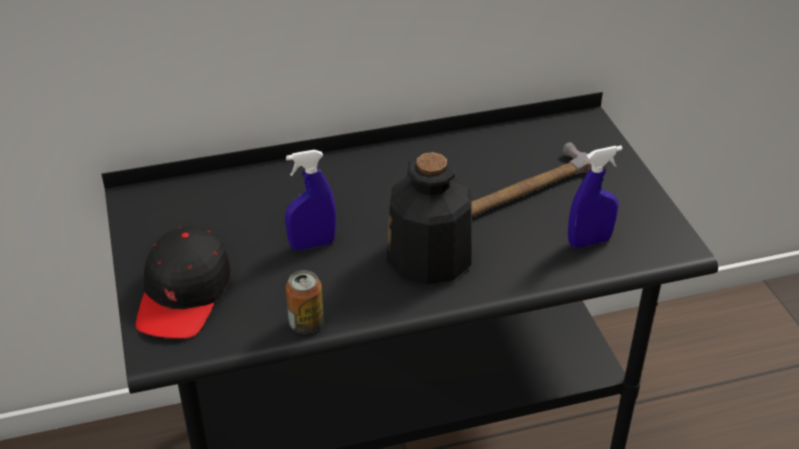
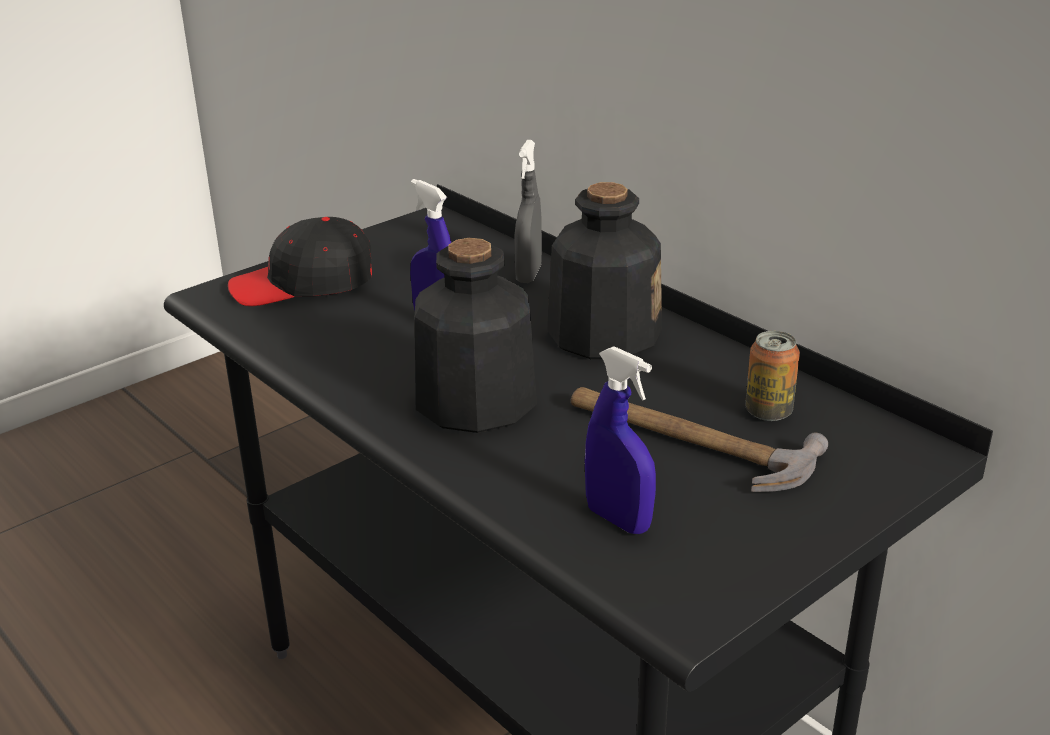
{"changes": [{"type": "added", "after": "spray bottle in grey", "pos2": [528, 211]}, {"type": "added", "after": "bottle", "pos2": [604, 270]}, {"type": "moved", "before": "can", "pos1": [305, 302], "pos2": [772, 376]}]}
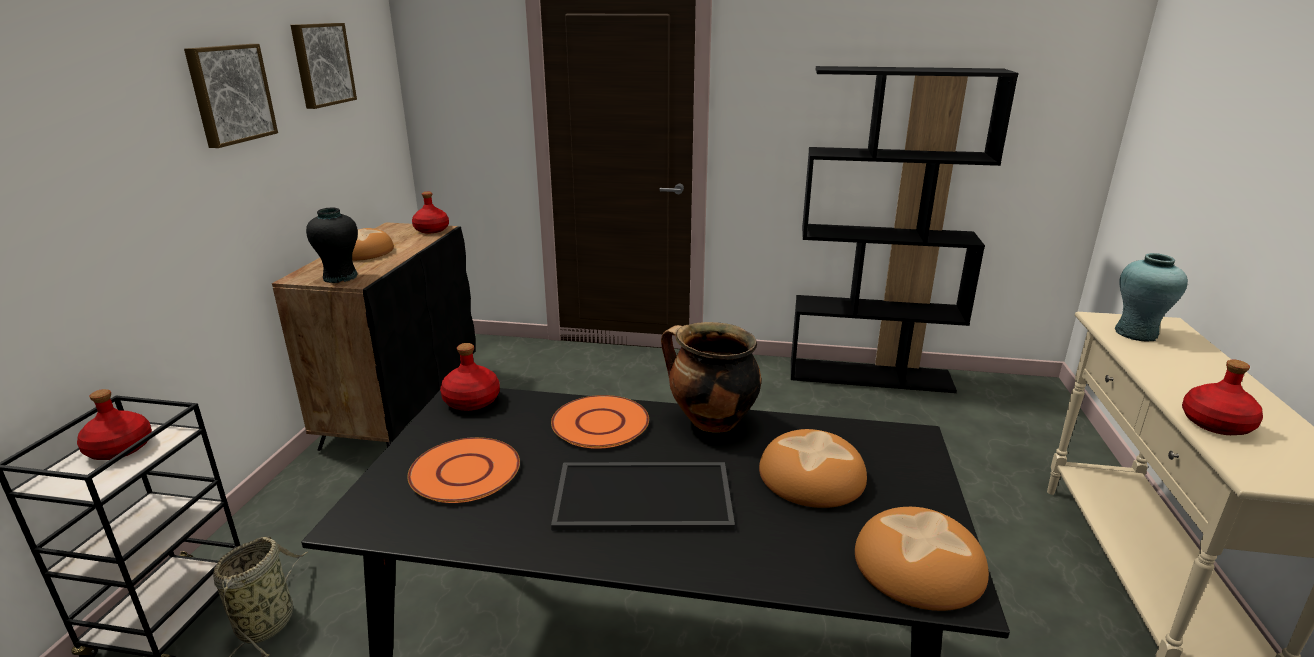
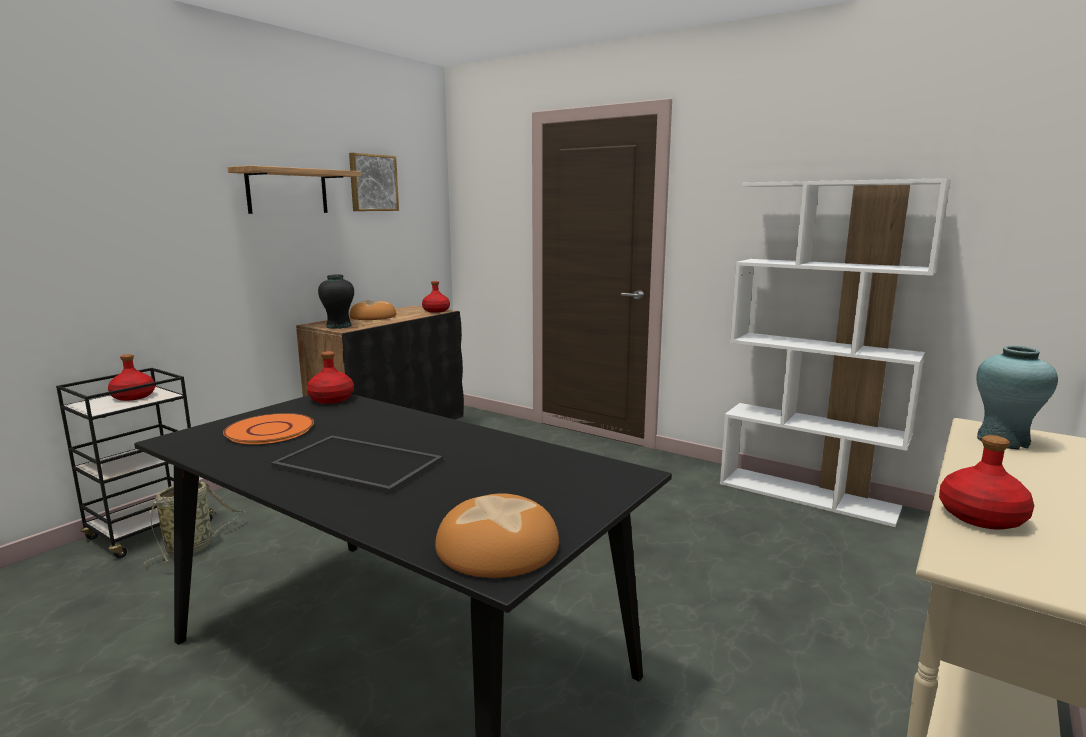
{"changes": [{"type": "replaced", "before": "picture", "after": "shelf", "pos1": [231, 96], "pos2": [294, 189]}, {"type": "recoloured", "before": "bookcase in black", "after": "bookcase in white", "pos1": [905, 229], "pos2": [835, 352]}, {"type": "removed", "before": "plate in orange", "pos1": [600, 422]}, {"type": "removed", "before": "cooking pot", "pos1": [711, 377]}, {"type": "removed", "before": "bread", "pos1": [813, 468]}]}
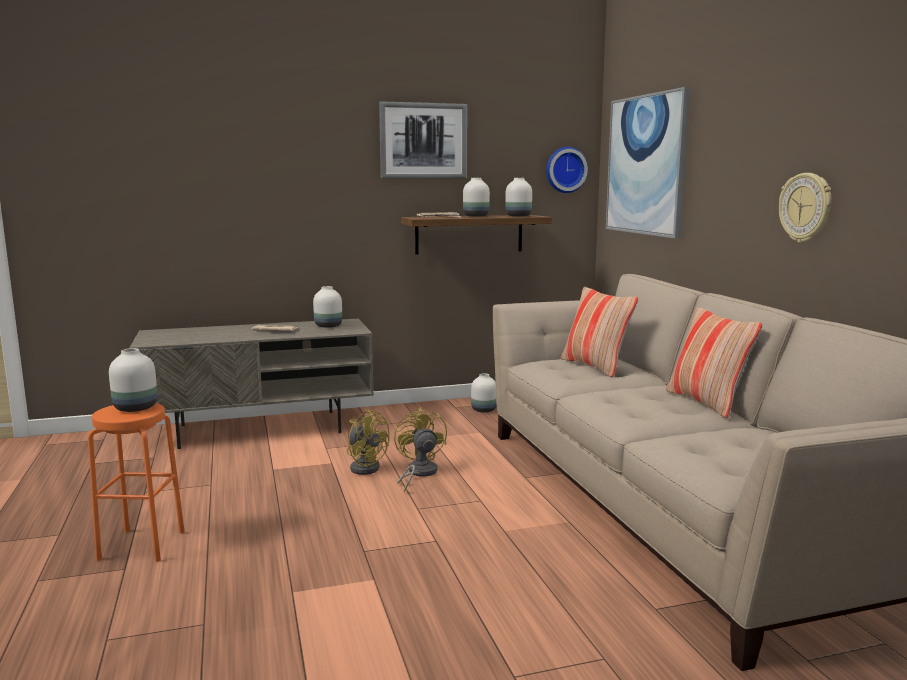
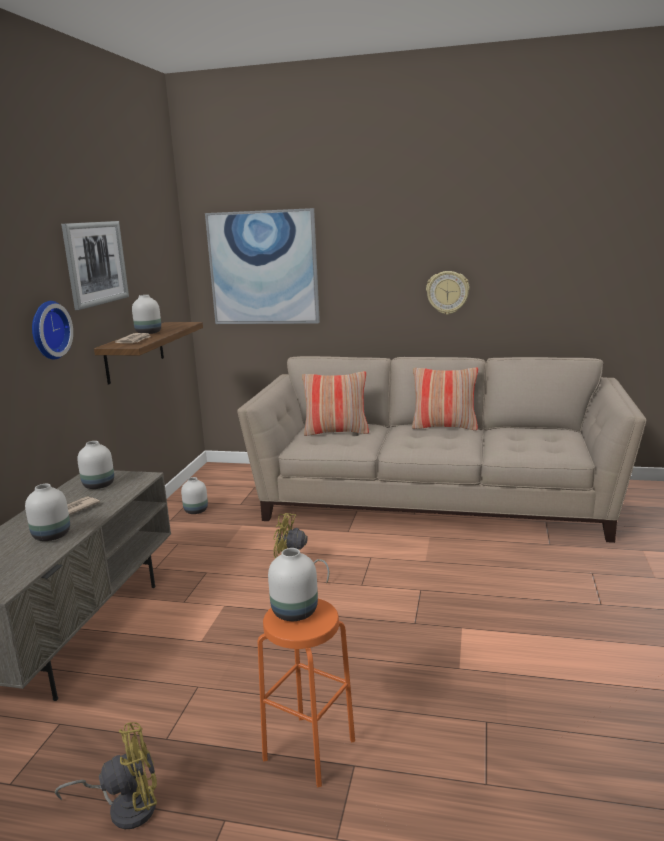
{"changes": [{"type": "moved", "before": "vase in white", "pos1": [518, 197], "pos2": [47, 512]}, {"type": "moved", "before": "wall clock", "pos1": [567, 170], "pos2": [52, 330]}, {"type": "moved", "before": "fan in yellow", "pos1": [368, 442], "pos2": [106, 775]}]}
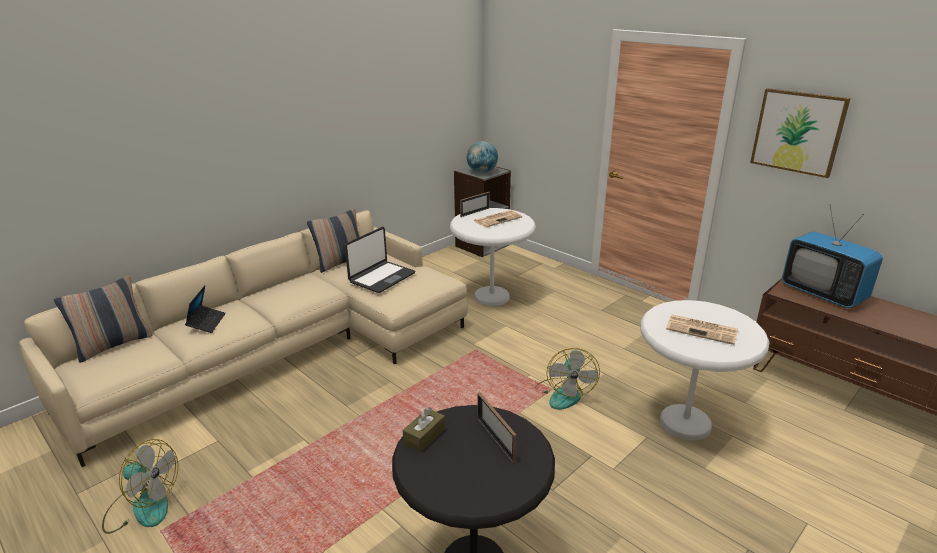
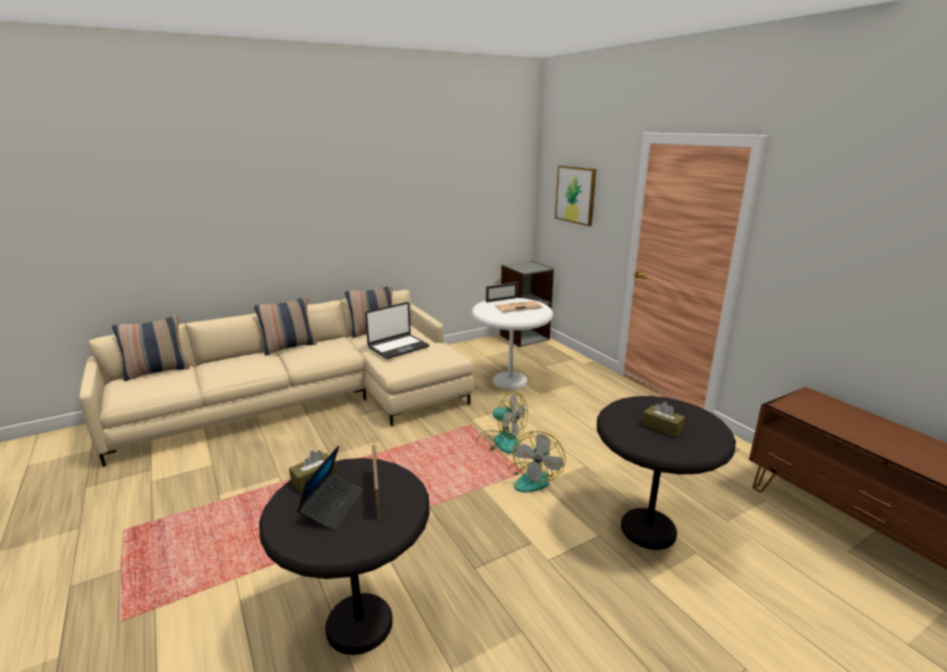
{"changes": [{"type": "added", "after": "pillow", "pos2": [285, 326]}, {"type": "moved", "before": "laptop", "pos1": [205, 309], "pos2": [330, 488]}, {"type": "moved", "before": "fan", "pos1": [140, 486], "pos2": [502, 422]}, {"type": "moved", "before": "picture", "pos1": [800, 133], "pos2": [575, 195]}, {"type": "recoloured", "before": "side table in white", "after": "side table in black", "pos1": [704, 370], "pos2": [666, 473]}, {"type": "replaced", "before": "newspaper", "after": "tissue box in brown", "pos1": [702, 329], "pos2": [663, 419]}, {"type": "removed", "before": "globe", "pos1": [482, 157]}, {"type": "removed", "before": "television", "pos1": [832, 257]}]}
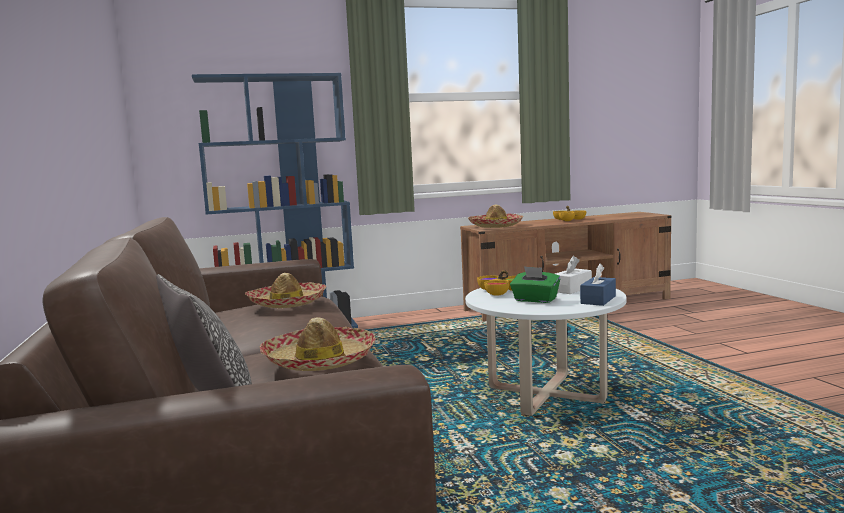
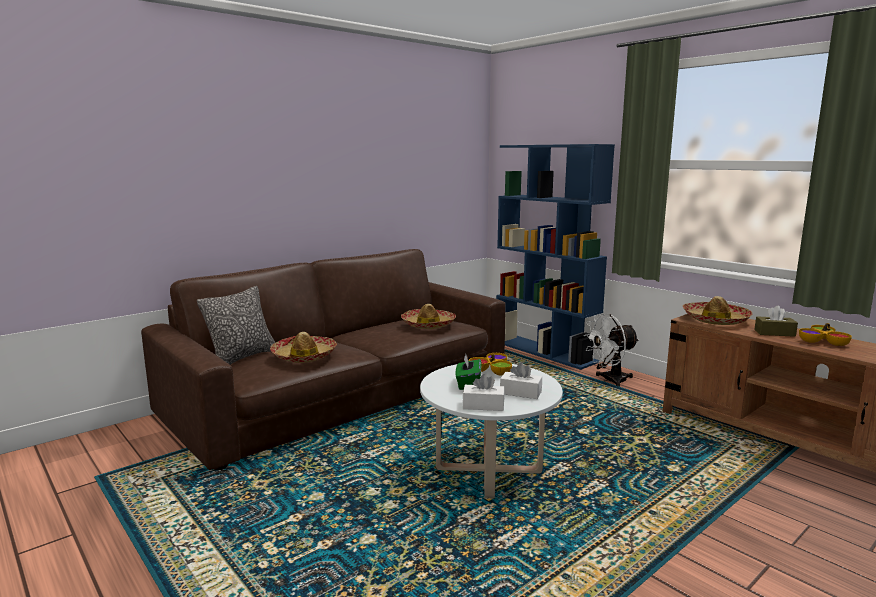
{"changes": [{"type": "recoloured", "before": "tissue box in blue", "after": "tissue box in white", "pos1": [598, 285], "pos2": [484, 392]}, {"type": "added", "after": "fan in white", "pos2": [611, 350]}, {"type": "added", "after": "tissue box in brown", "pos2": [776, 321]}]}
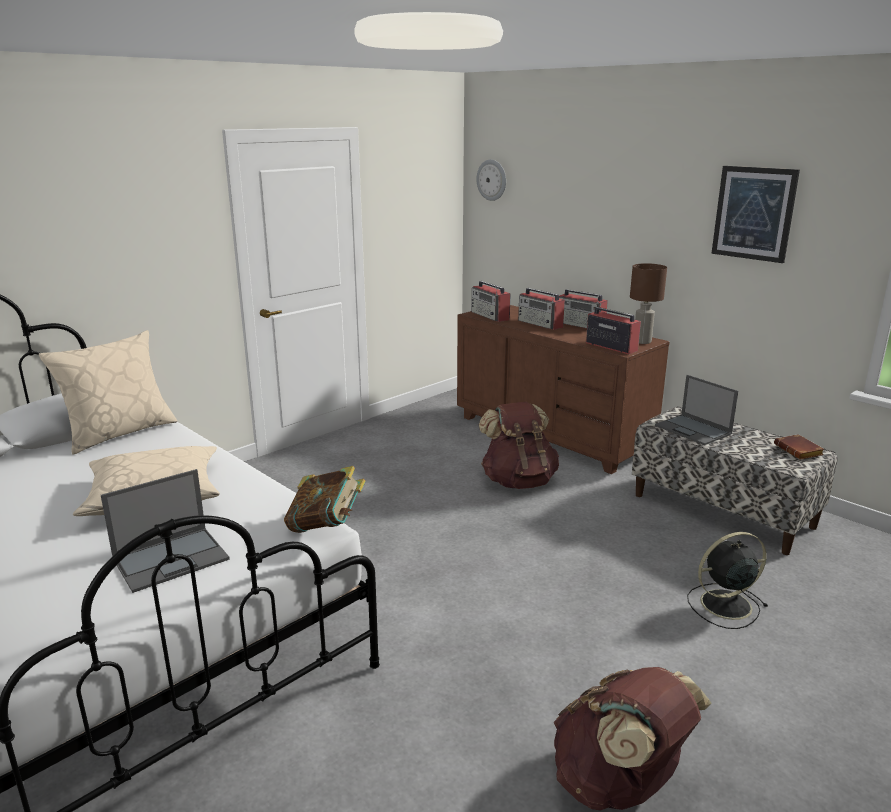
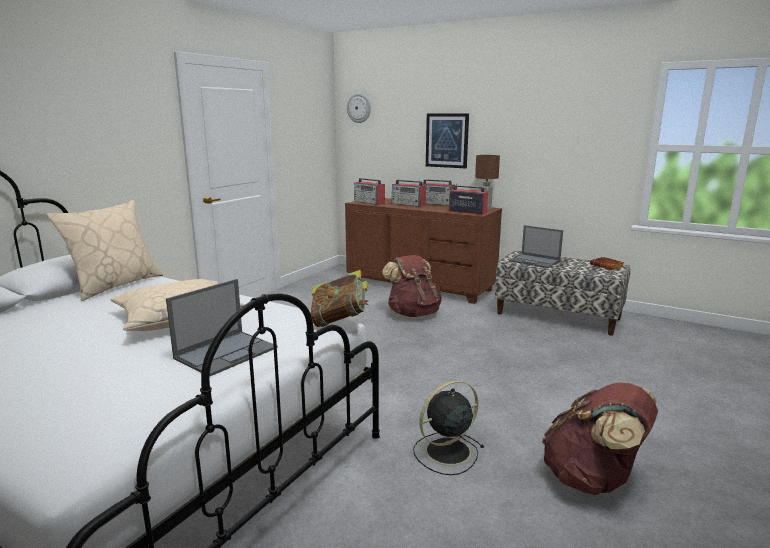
{"changes": [{"type": "moved", "before": "fan in black", "pos1": [727, 580], "pos2": [449, 427]}, {"type": "moved", "before": "picture", "pos1": [755, 214], "pos2": [447, 140]}]}
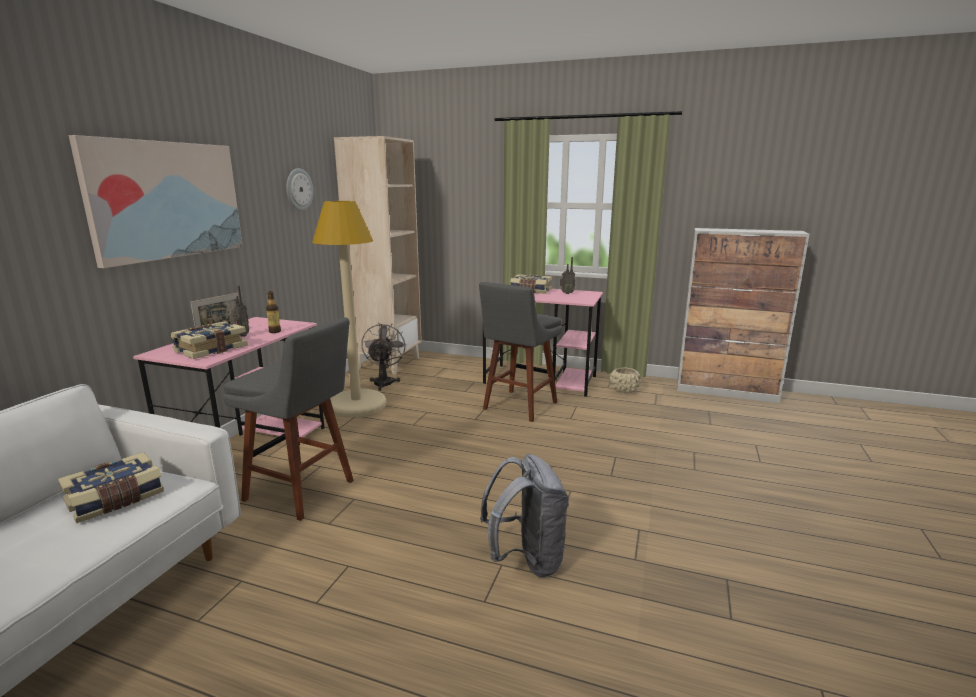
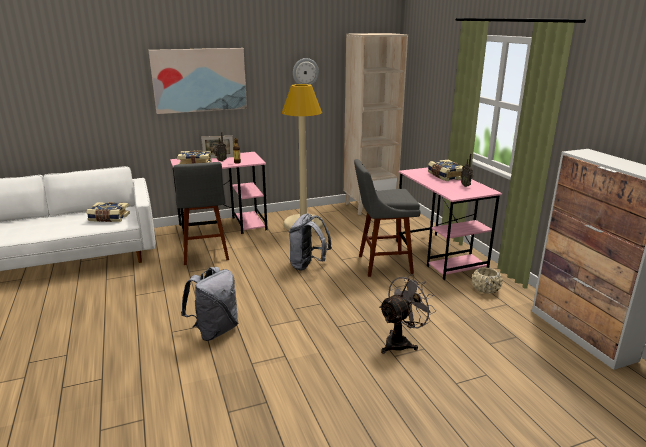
{"changes": [{"type": "added", "after": "backpack in grey", "pos2": [310, 242]}, {"type": "moved", "before": "fan in grey", "pos1": [384, 357], "pos2": [407, 314]}]}
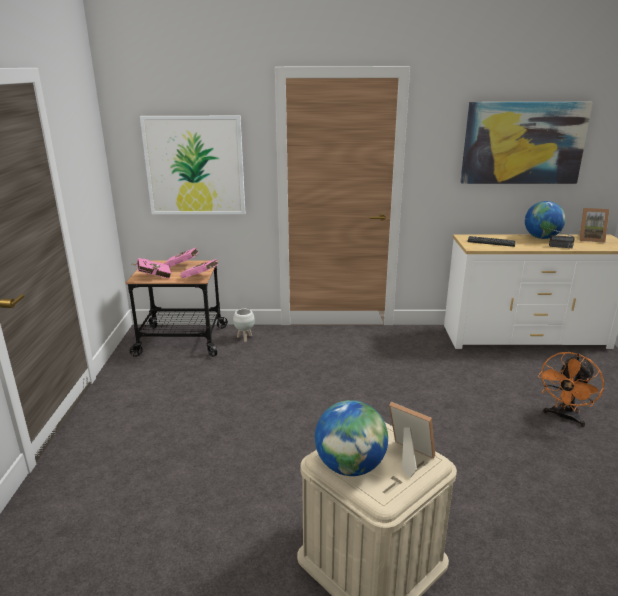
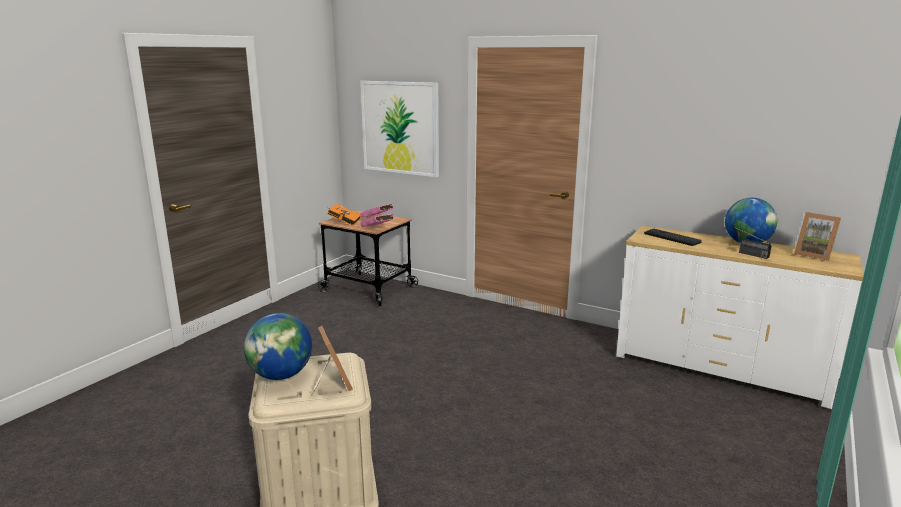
{"changes": [{"type": "recoloured", "before": "book in pink", "after": "book in orange", "pos1": [151, 268], "pos2": [344, 214]}, {"type": "removed", "before": "planter in white", "pos1": [244, 325]}, {"type": "removed", "before": "picture", "pos1": [526, 143]}, {"type": "removed", "before": "fan in orange", "pos1": [571, 389]}]}
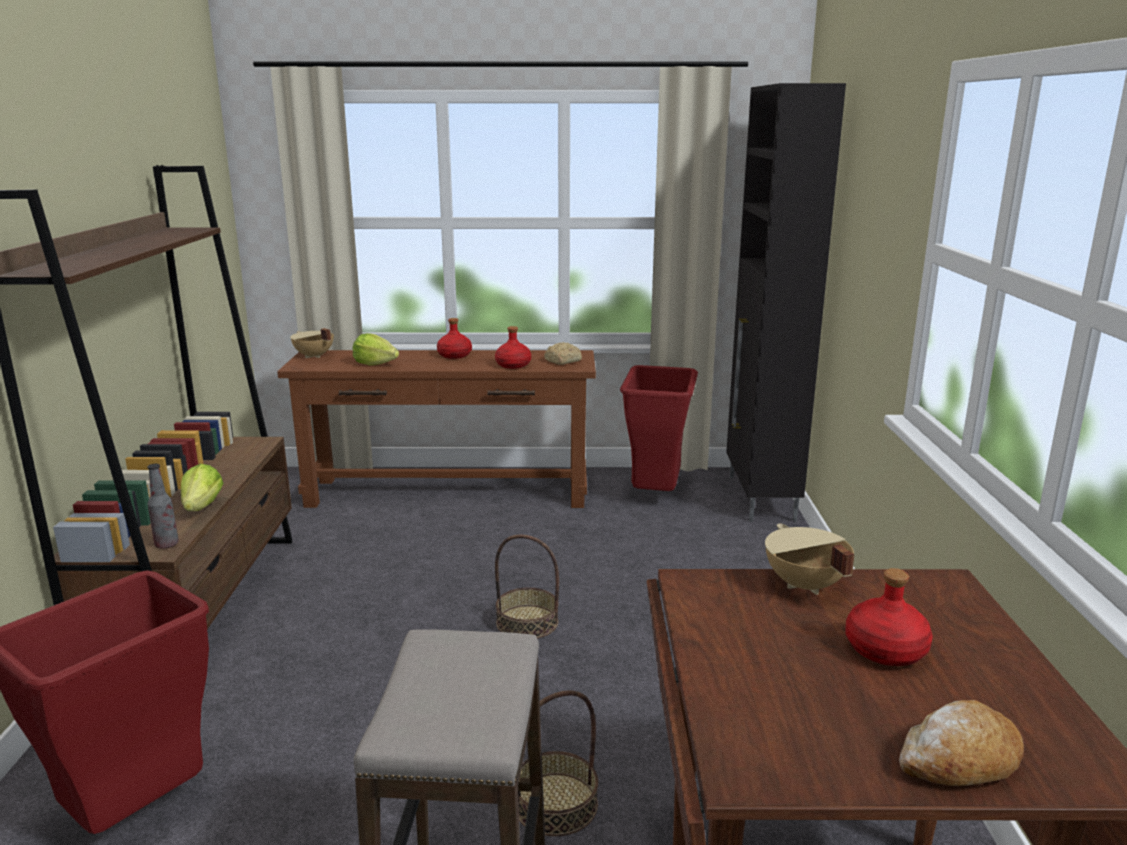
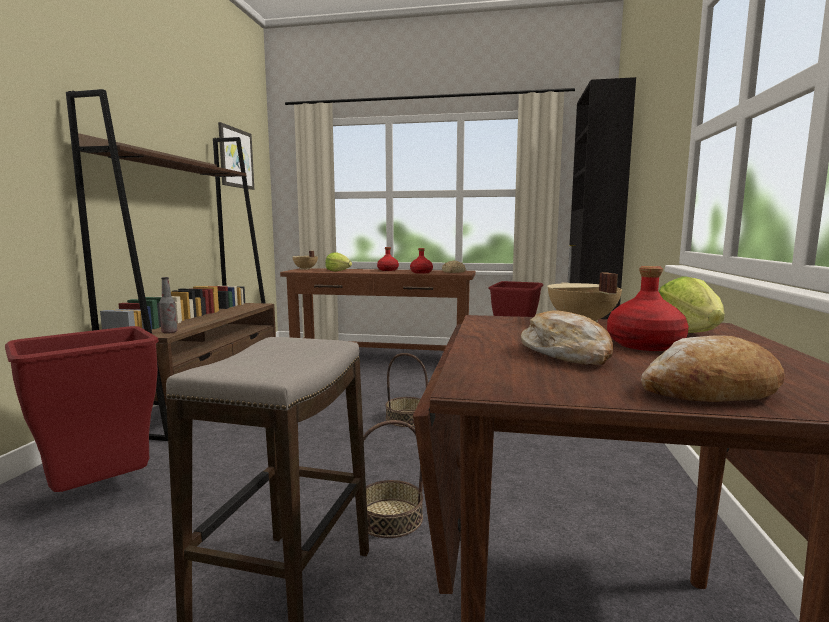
{"changes": [{"type": "added", "after": "picture", "pos2": [236, 156]}, {"type": "added", "after": "bread", "pos2": [567, 338]}, {"type": "moved", "before": "lettuce", "pos1": [202, 487], "pos2": [692, 304]}]}
